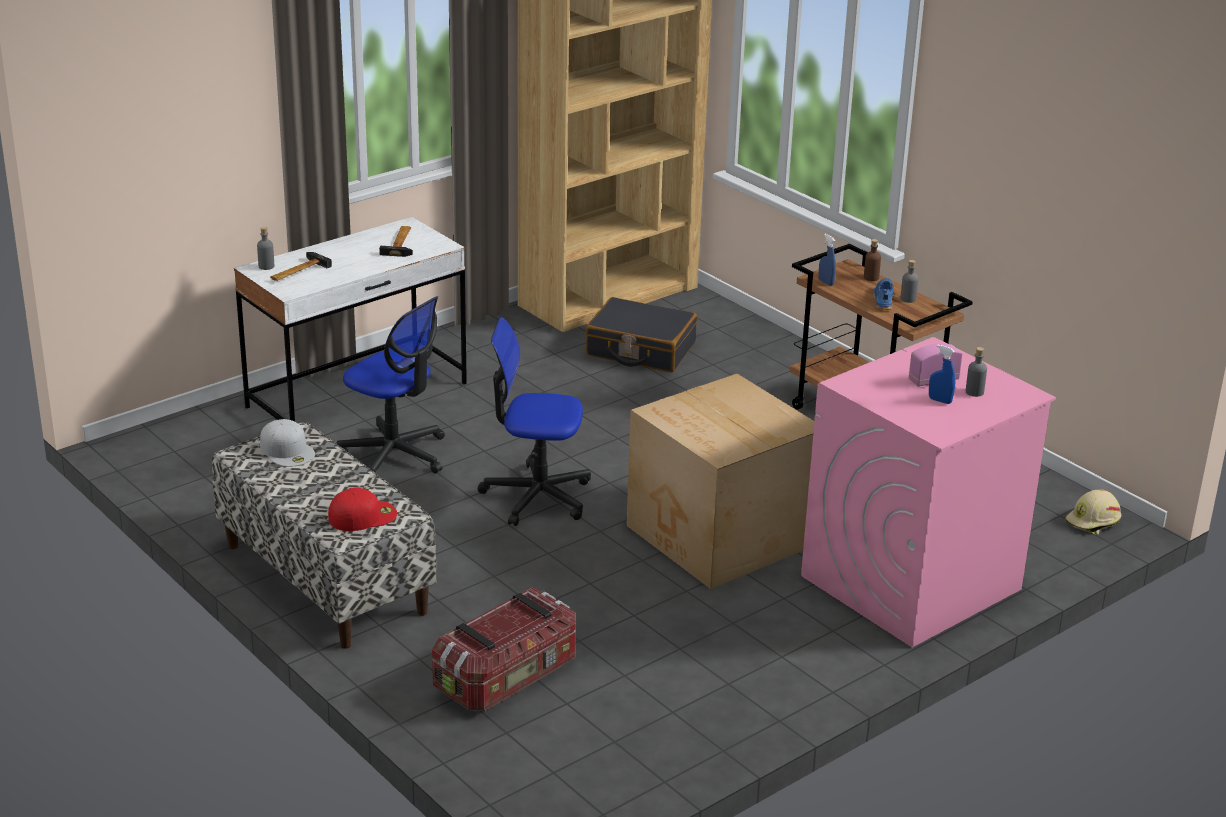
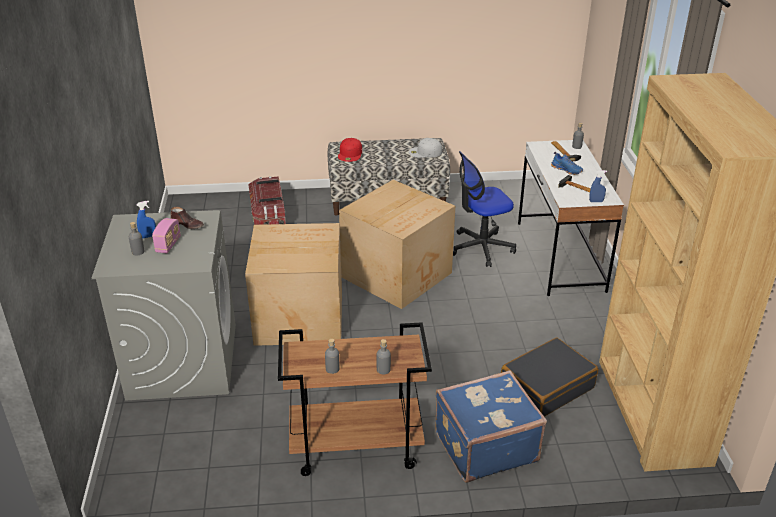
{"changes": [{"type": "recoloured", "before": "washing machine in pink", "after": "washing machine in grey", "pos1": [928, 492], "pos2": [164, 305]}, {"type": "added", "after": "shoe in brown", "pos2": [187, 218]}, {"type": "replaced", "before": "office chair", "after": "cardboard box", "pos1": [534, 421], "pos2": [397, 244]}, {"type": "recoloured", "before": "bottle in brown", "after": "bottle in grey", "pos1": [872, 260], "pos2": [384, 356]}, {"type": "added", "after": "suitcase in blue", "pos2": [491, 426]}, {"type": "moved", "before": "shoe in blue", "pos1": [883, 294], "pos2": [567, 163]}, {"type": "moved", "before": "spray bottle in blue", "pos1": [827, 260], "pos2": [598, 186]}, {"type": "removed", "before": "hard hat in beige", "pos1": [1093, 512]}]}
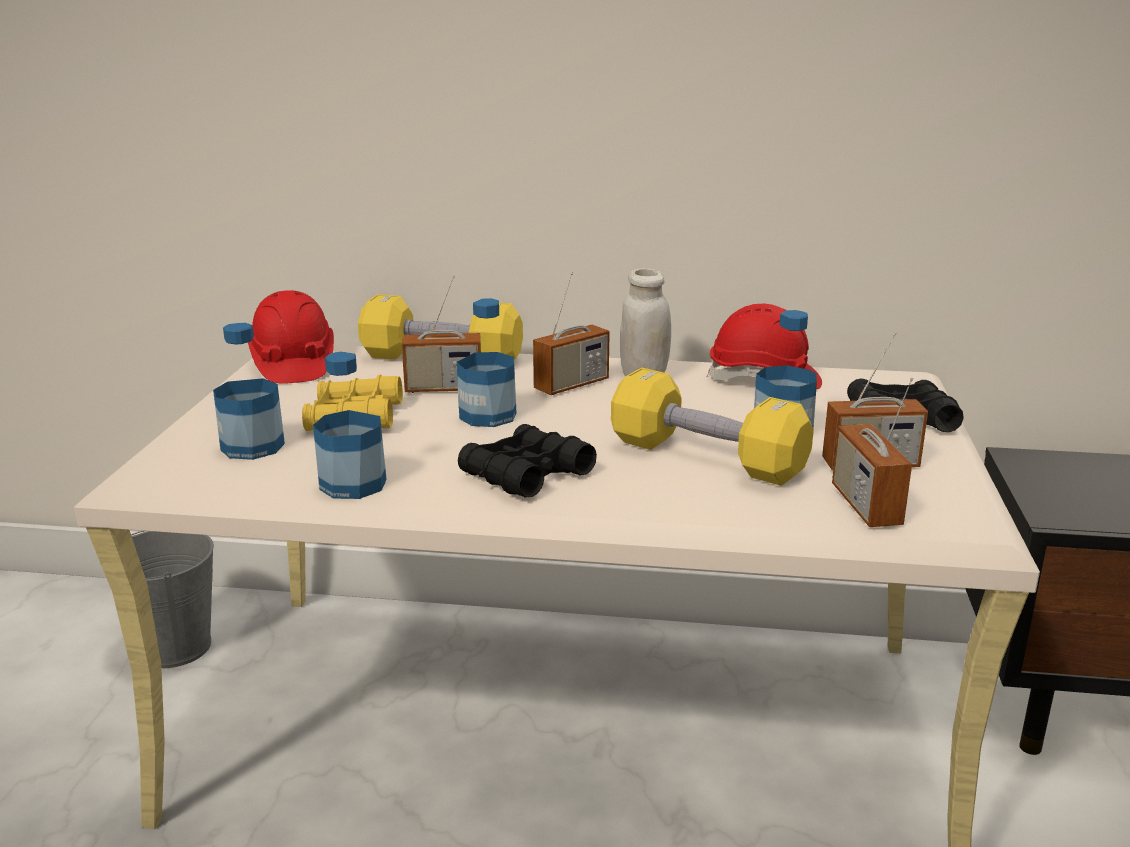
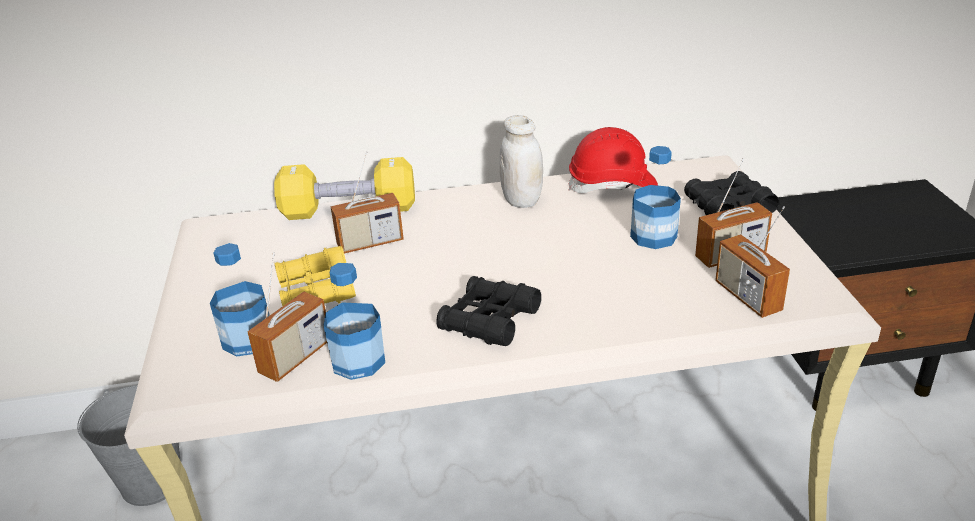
{"changes": [{"type": "moved", "before": "radio", "pos1": [571, 333], "pos2": [287, 317]}, {"type": "removed", "before": "hard hat in red", "pos1": [291, 337]}, {"type": "removed", "before": "bottle", "pos1": [487, 362]}, {"type": "removed", "before": "dumbbell in yellow", "pos1": [712, 427]}]}
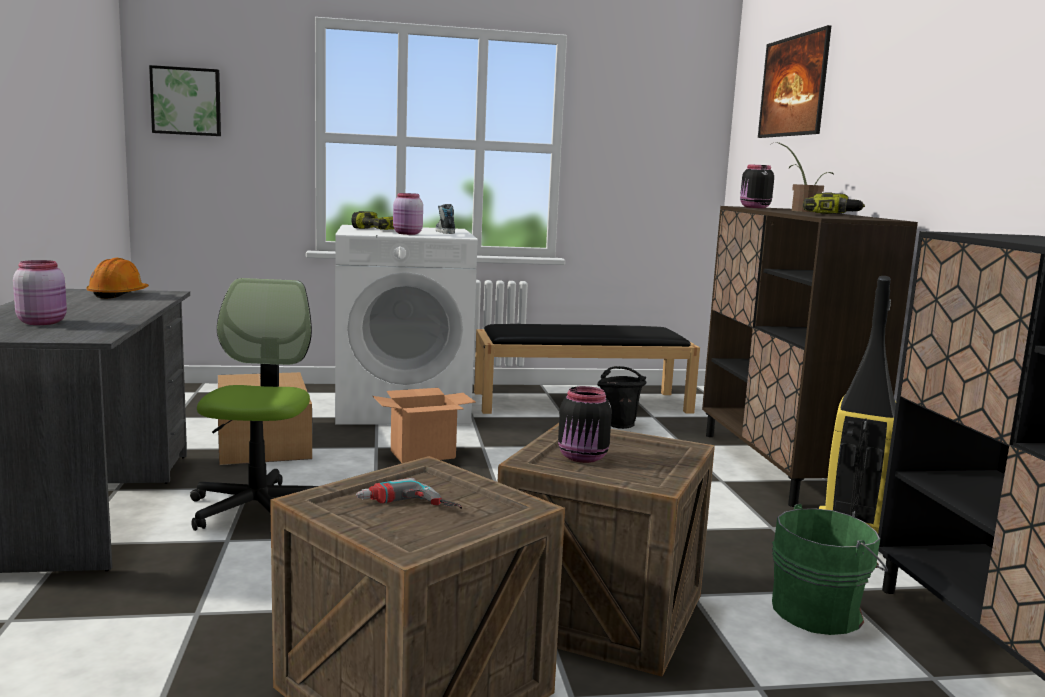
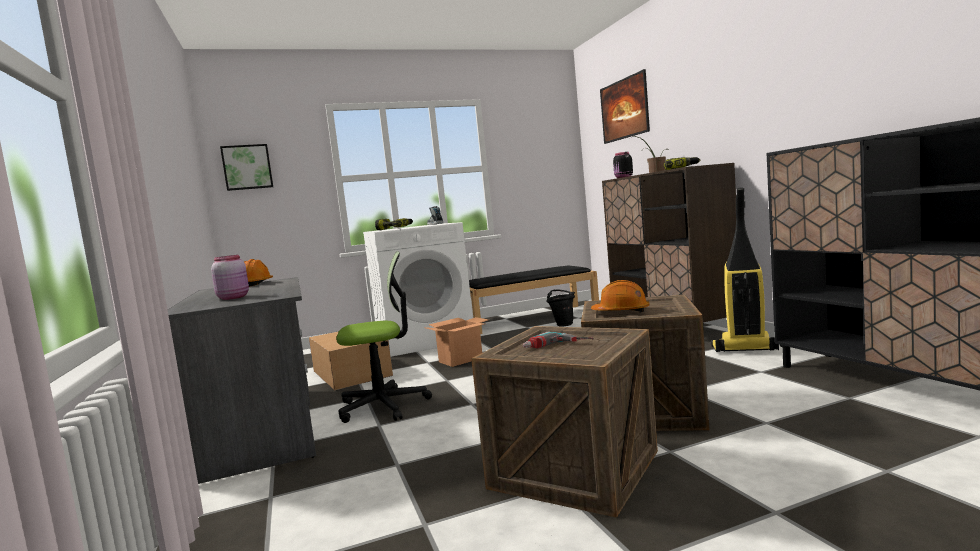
{"changes": [{"type": "turned", "before": "office chair", "pos1": [254, 404], "pos2": [384, 337], "turn": 90}, {"type": "replaced", "before": "jar in black", "after": "hard hat in orange", "pos1": [585, 424], "pos2": [620, 296]}, {"type": "removed", "before": "jar in pink", "pos1": [408, 214]}, {"type": "removed", "before": "bucket in green", "pos1": [830, 569]}]}
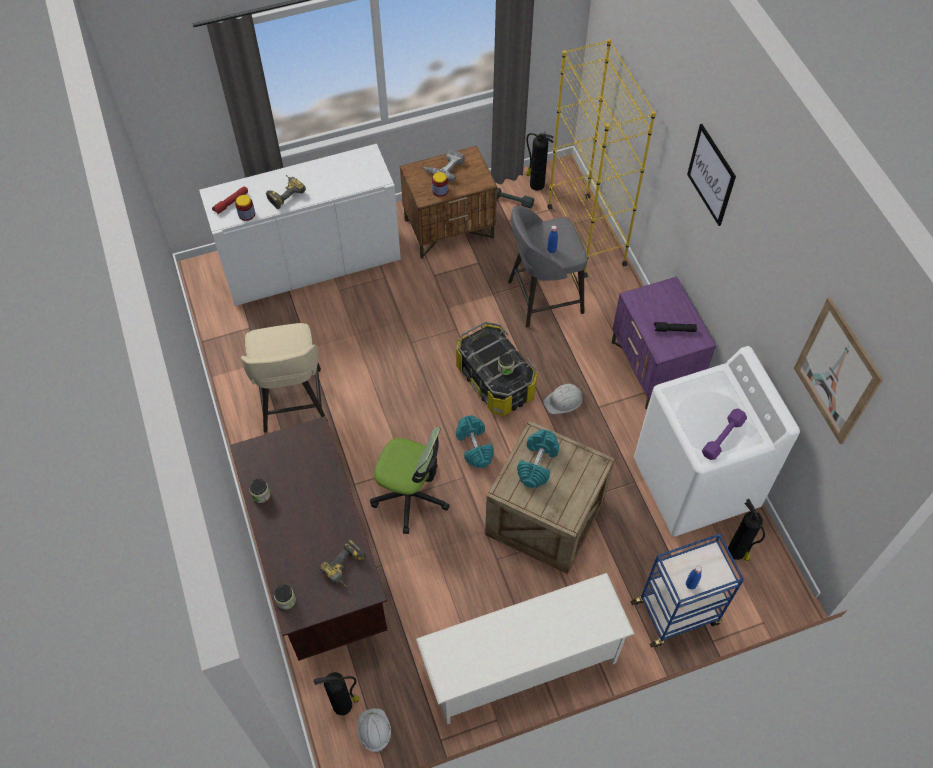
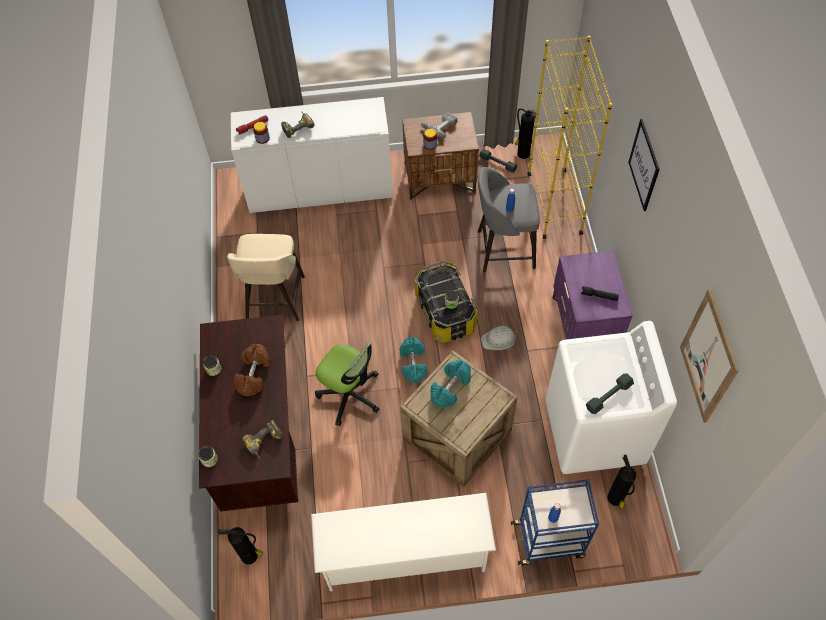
{"changes": [{"type": "added", "after": "dumbbell in brown", "pos2": [252, 370]}, {"type": "recoloured", "before": "dumbbell in purple", "after": "dumbbell in grey", "pos1": [724, 434], "pos2": [610, 393]}, {"type": "removed", "before": "hard hat in white", "pos1": [374, 730]}]}
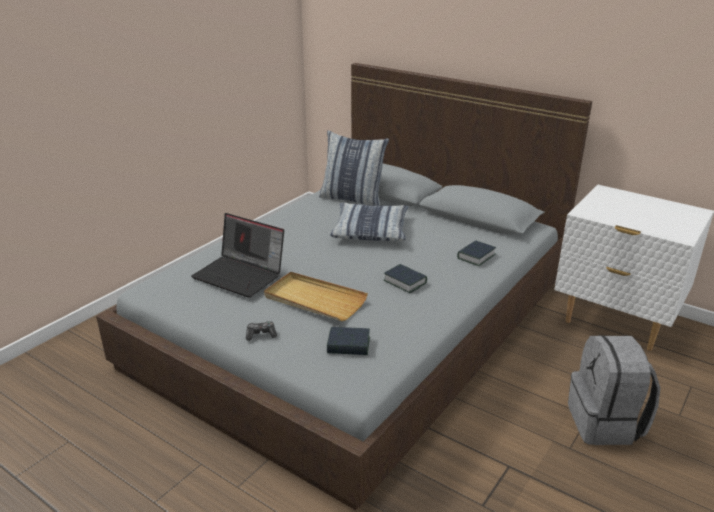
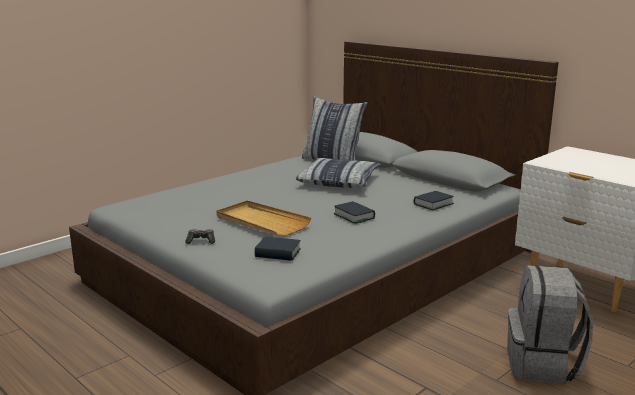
{"changes": [{"type": "removed", "before": "laptop", "pos1": [237, 255]}]}
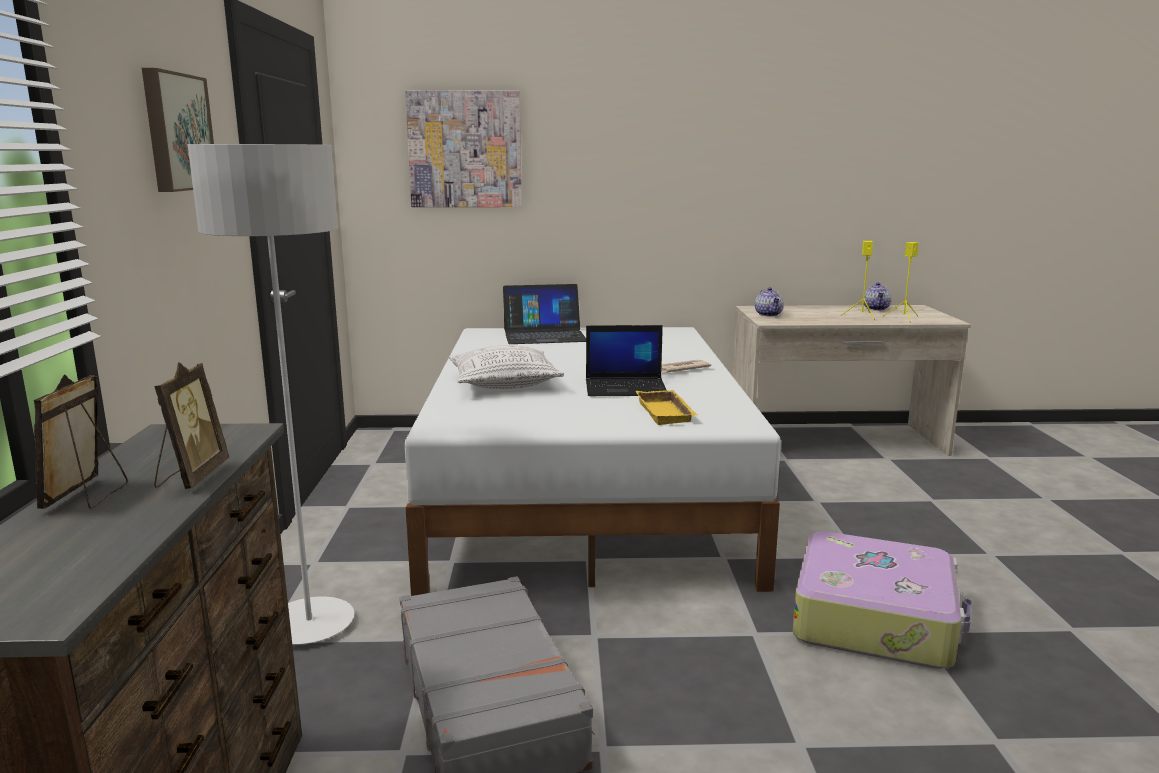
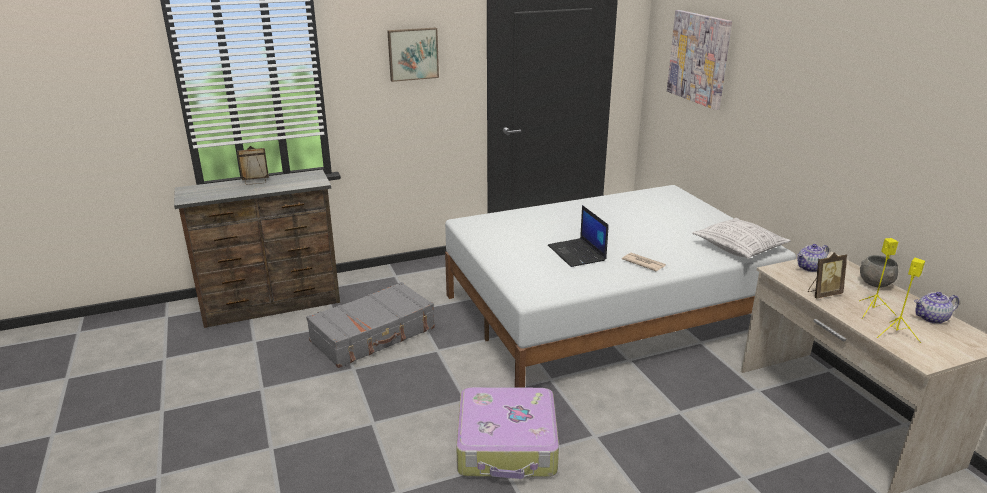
{"changes": [{"type": "moved", "before": "pillow", "pos1": [506, 367], "pos2": [741, 238]}, {"type": "moved", "before": "picture frame", "pos1": [191, 425], "pos2": [827, 276]}, {"type": "added", "after": "bowl in grey", "pos2": [879, 271]}, {"type": "removed", "before": "floor lamp in grey", "pos1": [271, 394]}, {"type": "removed", "before": "laptop", "pos1": [544, 314]}, {"type": "removed", "before": "tray in yellow", "pos1": [666, 407]}]}
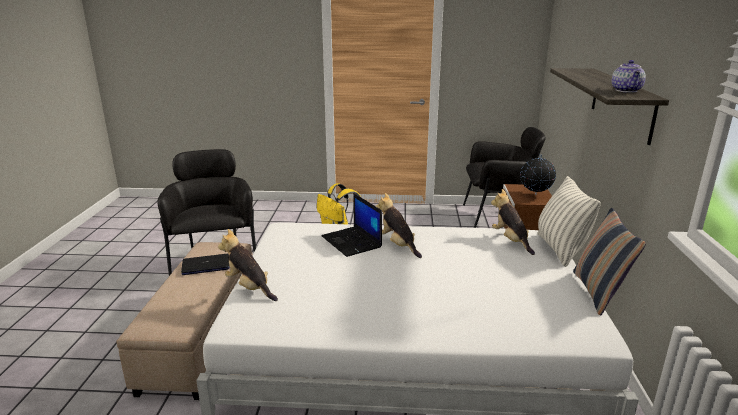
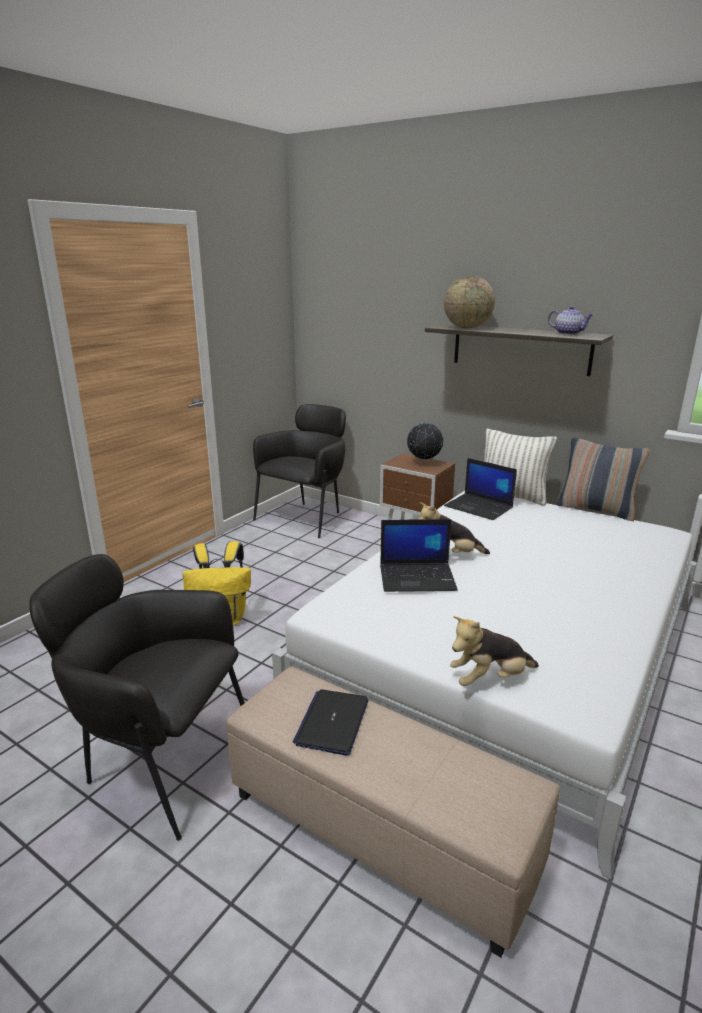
{"changes": [{"type": "added", "after": "globe", "pos2": [469, 301]}, {"type": "replaced", "before": "plush toy", "after": "laptop", "pos1": [513, 222], "pos2": [480, 489]}]}
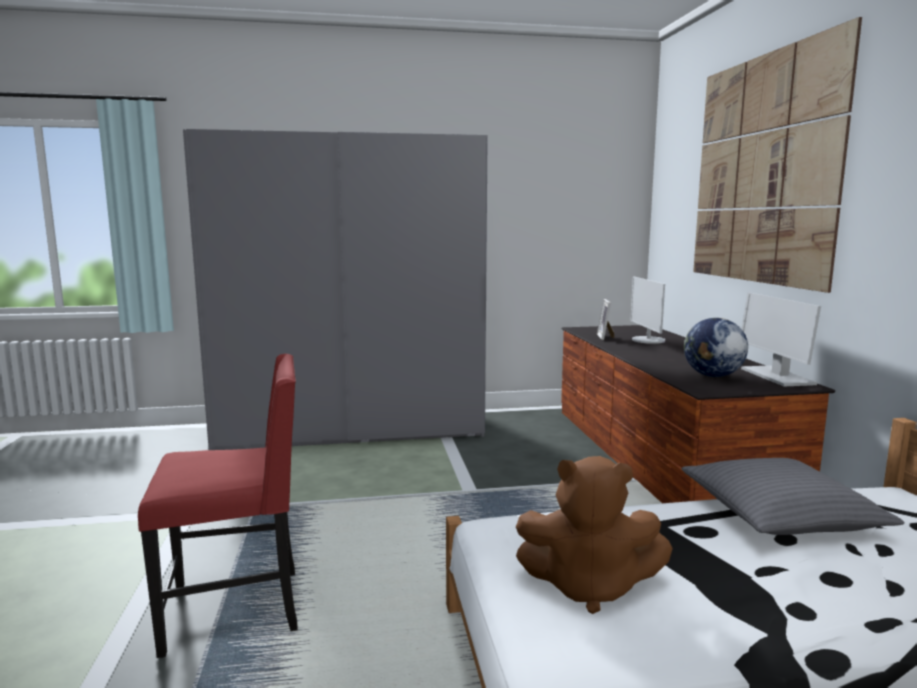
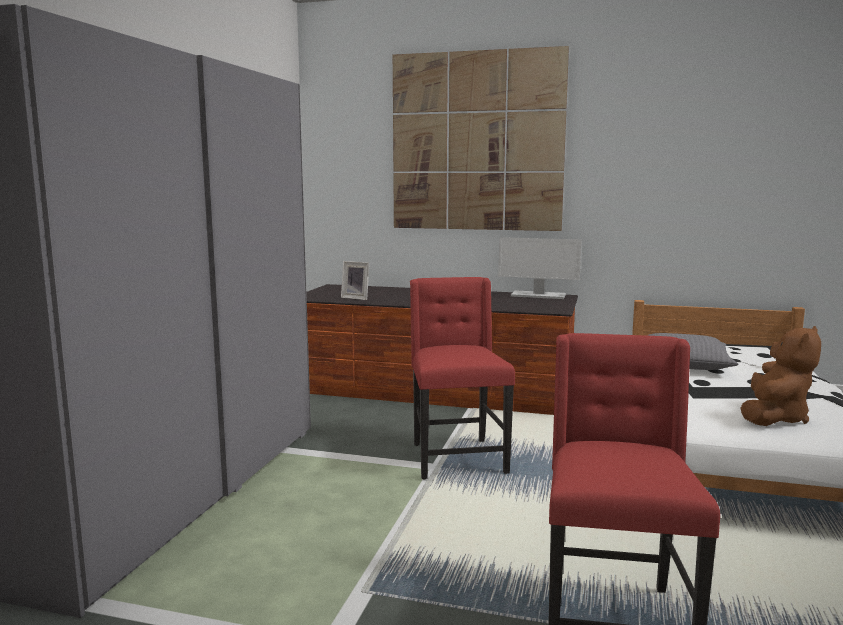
{"changes": [{"type": "added", "after": "chair in red", "pos2": [462, 378]}, {"type": "removed", "before": "monitor", "pos1": [647, 310]}, {"type": "removed", "before": "globe", "pos1": [715, 347]}]}
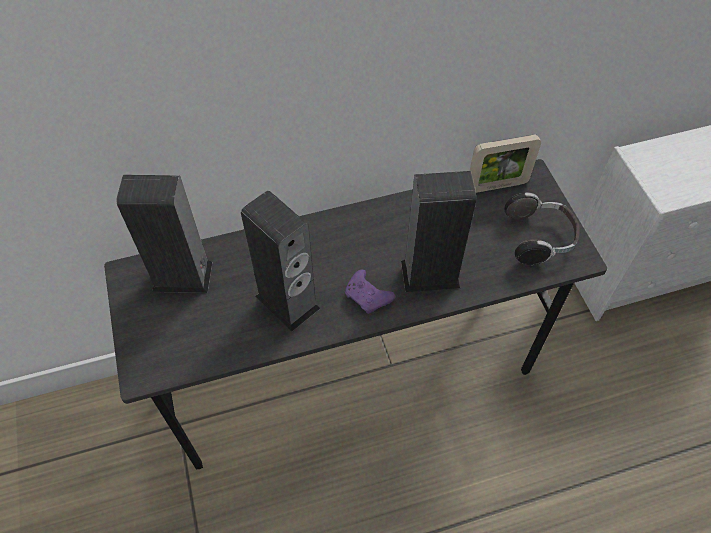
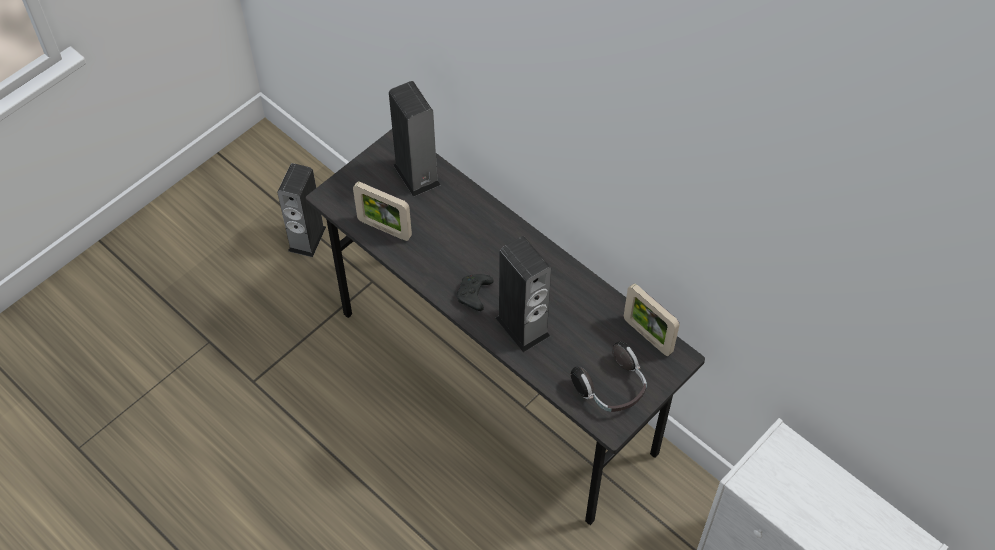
{"changes": [{"type": "moved", "before": "speaker", "pos1": [280, 261], "pos2": [301, 210]}, {"type": "added", "after": "picture frame", "pos2": [382, 211]}, {"type": "recoloured", "before": "game controller in purple", "after": "game controller in black", "pos1": [370, 292], "pos2": [475, 292]}]}
